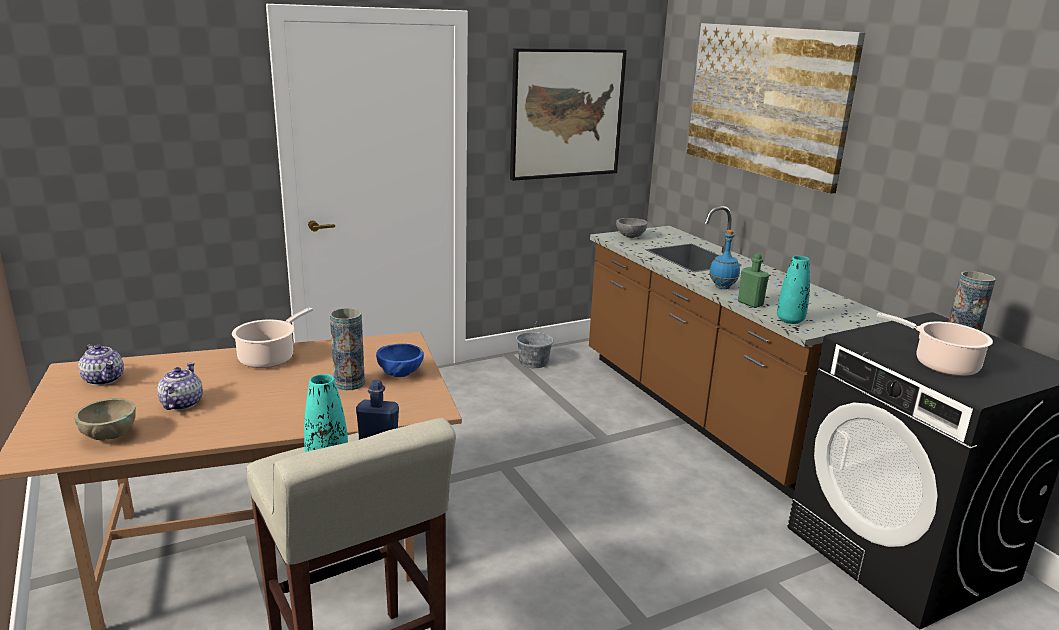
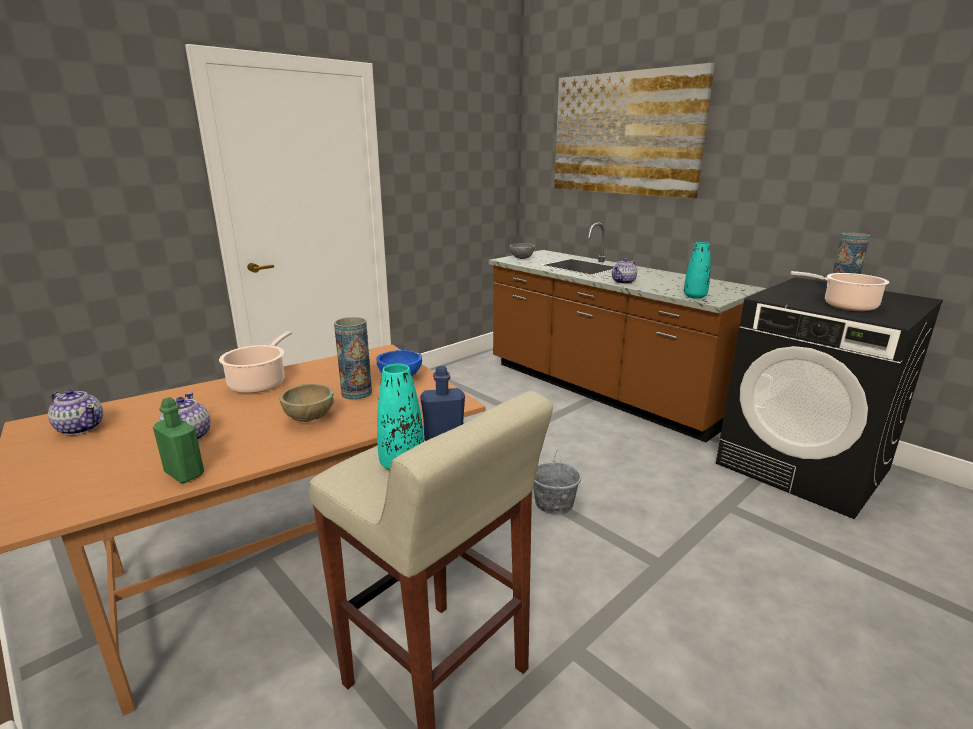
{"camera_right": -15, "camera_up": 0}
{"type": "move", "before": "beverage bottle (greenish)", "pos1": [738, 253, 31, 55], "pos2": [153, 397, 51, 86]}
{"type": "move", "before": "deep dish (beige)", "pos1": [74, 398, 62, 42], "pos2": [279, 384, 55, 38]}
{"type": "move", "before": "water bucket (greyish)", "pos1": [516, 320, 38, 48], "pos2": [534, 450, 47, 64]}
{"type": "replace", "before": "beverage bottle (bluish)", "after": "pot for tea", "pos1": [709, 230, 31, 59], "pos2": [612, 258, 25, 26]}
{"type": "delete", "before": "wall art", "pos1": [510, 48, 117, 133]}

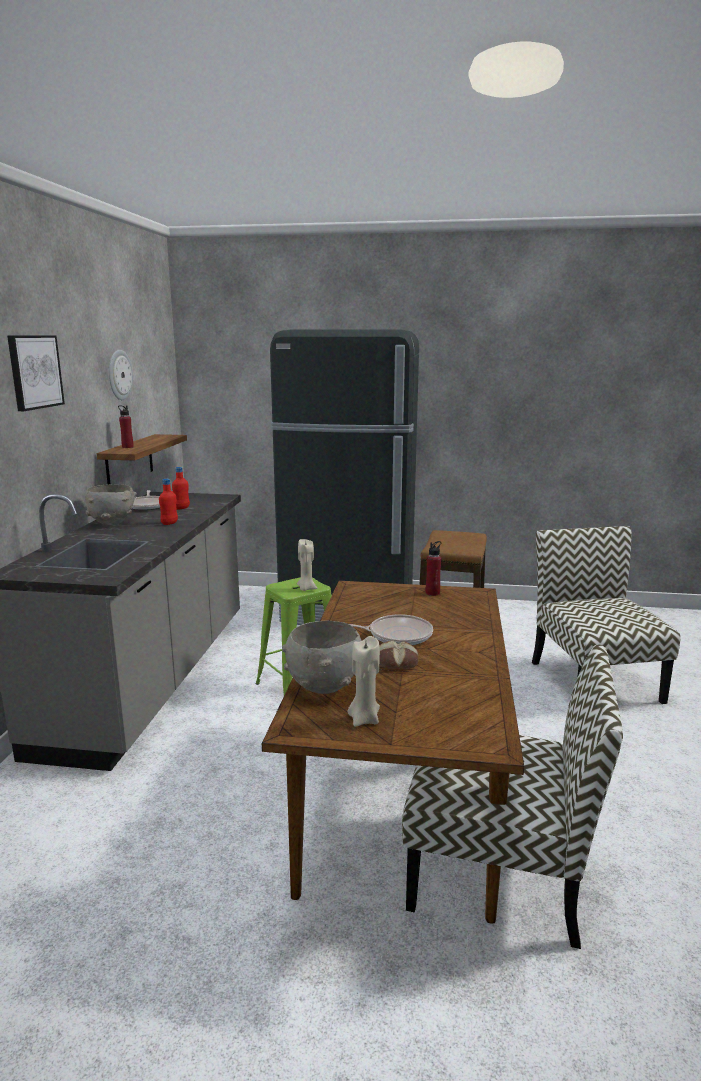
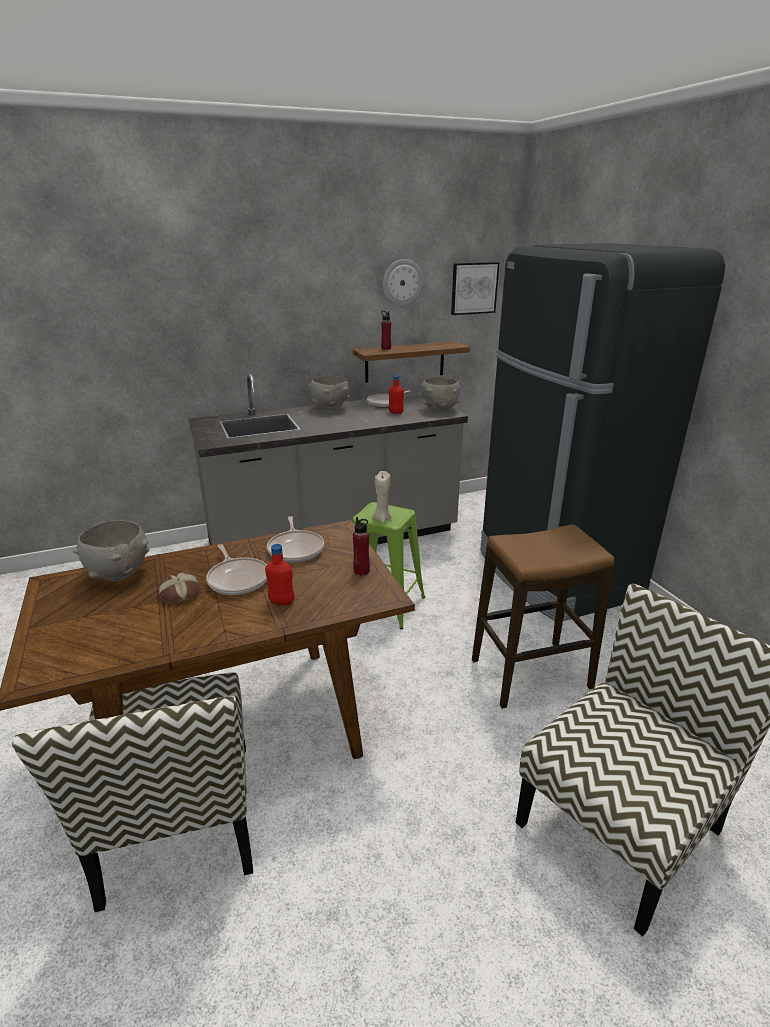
{"camera_right": 60, "camera_up": 10}
{"type": "move", "before": "beverage bottle (red)", "pos1": [159, 479, 19, 46], "pos2": [265, 544, 29, 61]}
{"type": "insert", "after": "pan", "pos2": [267, 516, 57, 47]}
{"type": "insert", "after": "deep dish (greyish)", "pos2": [420, 377, 40, 35]}
{"type": "move", "before": "wall art", "pos1": [7, 335, 58, 76], "pos2": [451, 262, 48, 53]}
{"type": "delete", "before": "wax light (beige)", "pos1": [348, 636, 32, 91]}

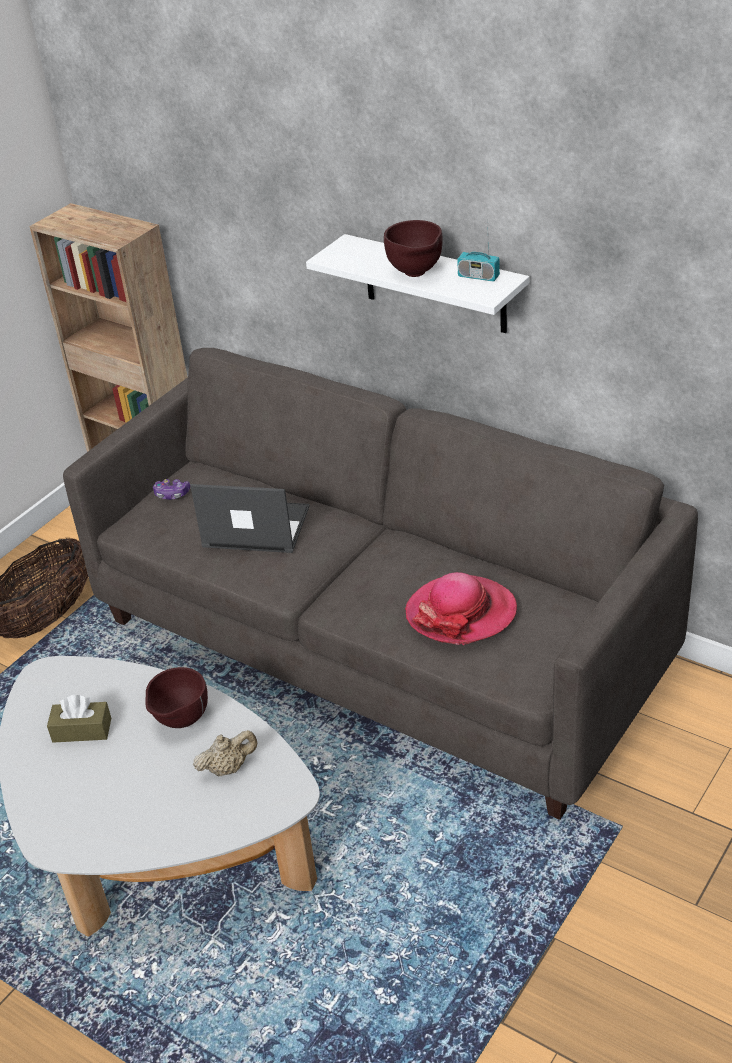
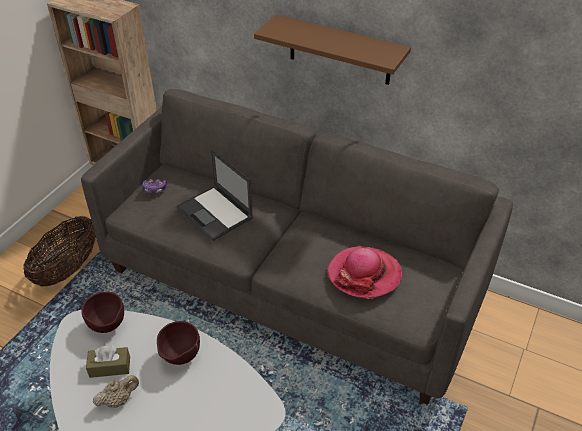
{"camera_right": -10, "camera_up": 5}
{"type": "move", "before": "deep dish (brown)", "pos1": [384, 220, 59, 57], "pos2": [81, 292, 43, 41]}
{"type": "move", "before": "pot for tea (beige)", "pos1": [193, 730, 64, 47], "pos2": [93, 375, 46, 33]}
{"type": "rotate", "before": "notebook computer", "pos1": [190, 484, 120, 69], "pos2": [177, 149, 76, 92], "turn": -135}
{"type": "recolor", "before": "wall shelf (whitish)", "after": "wall shelf (brown)", "pos1": [306, 234, 223, 99], "pos2": [254, 14, 157, 71]}
{"type": "delete", "before": "radio set", "pos1": [457, 219, 43, 62]}

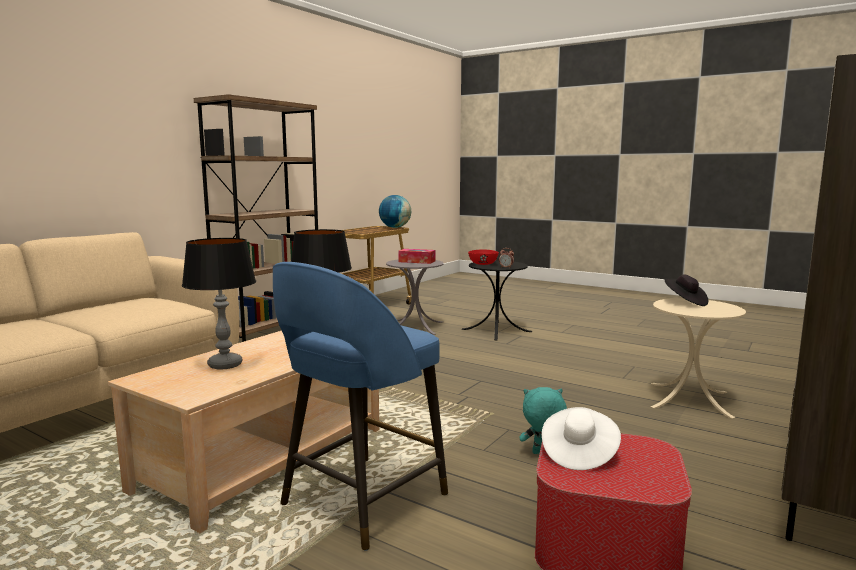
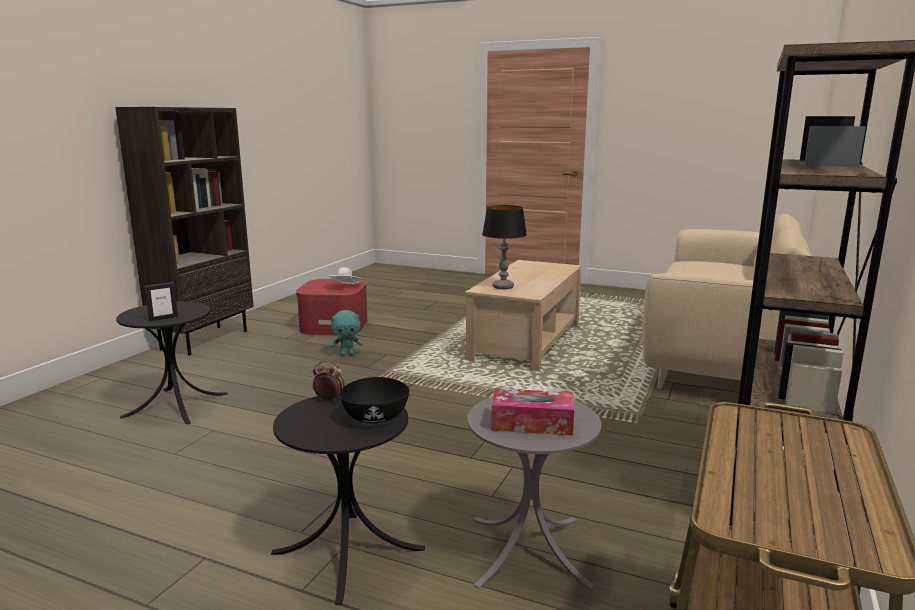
{"camera_right": 170, "camera_up": 5}
{"type": "recolor", "before": "side table (beige)", "after": "side table (black-coloured)", "pos1": [651, 298, 95, 121], "pos2": [116, 301, 112, 123]}
{"type": "replace", "before": "hat (black-coloured)", "after": "photo frame", "pos1": [664, 274, 44, 32], "pos2": [144, 282, 34, 40]}
{"type": "recolor", "before": "deep dish (red)", "after": "deep dish (black-coloured)", "pos1": [468, 249, 31, 16], "pos2": [339, 377, 70, 46]}
{"type": "delete", "before": "lamp for a table", "pos1": [182, 238, 74, 132]}
{"type": "delete", "before": "sitting stool (bluish)", "pos1": [273, 262, 175, 289]}
{"type": "delete", "before": "world globe", "pos1": [379, 195, 32, 33]}

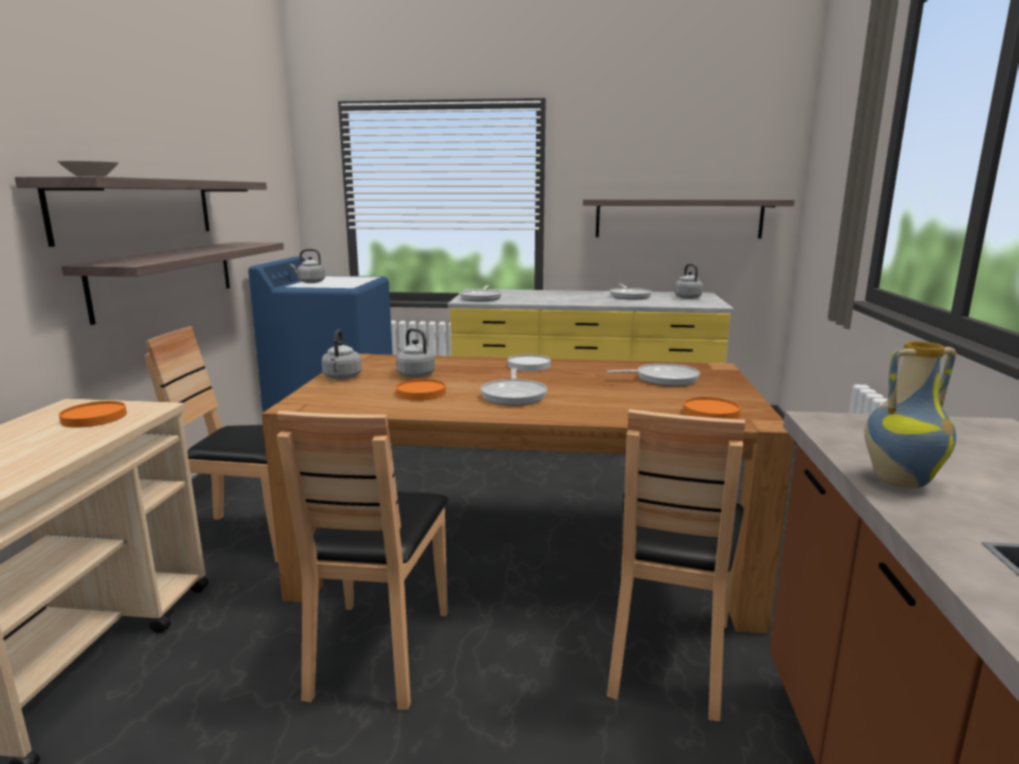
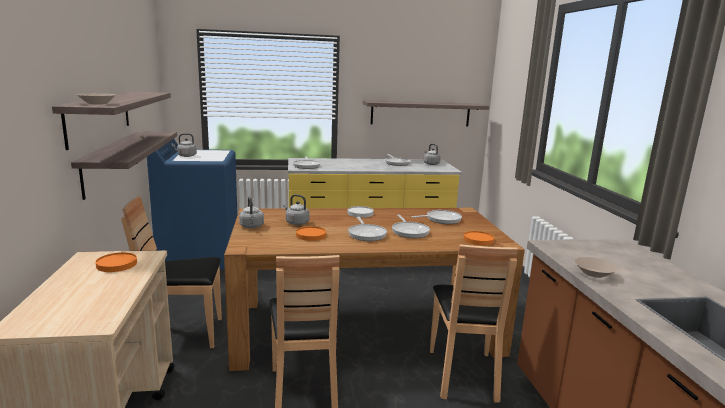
{"camera_right": -15, "camera_up": 0}
{"type": "insert", "after": "pan", "pos2": [392, 215, 38, 23]}
{"type": "replace", "before": "decorative vase", "after": "deep dish (beige)", "pos1": [864, 341, 92, 147], "pos2": [575, 257, 43, 21]}

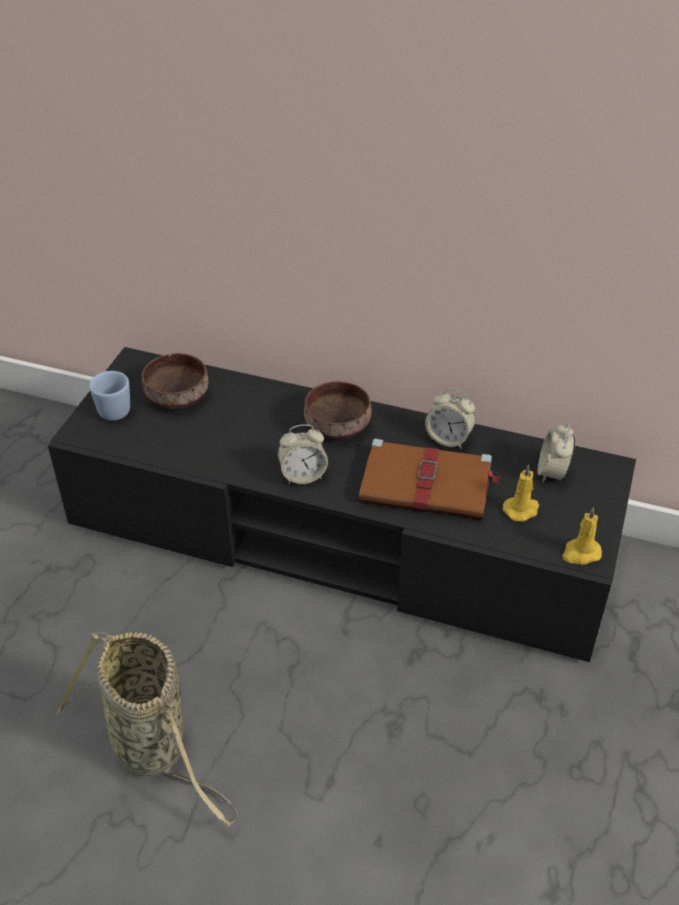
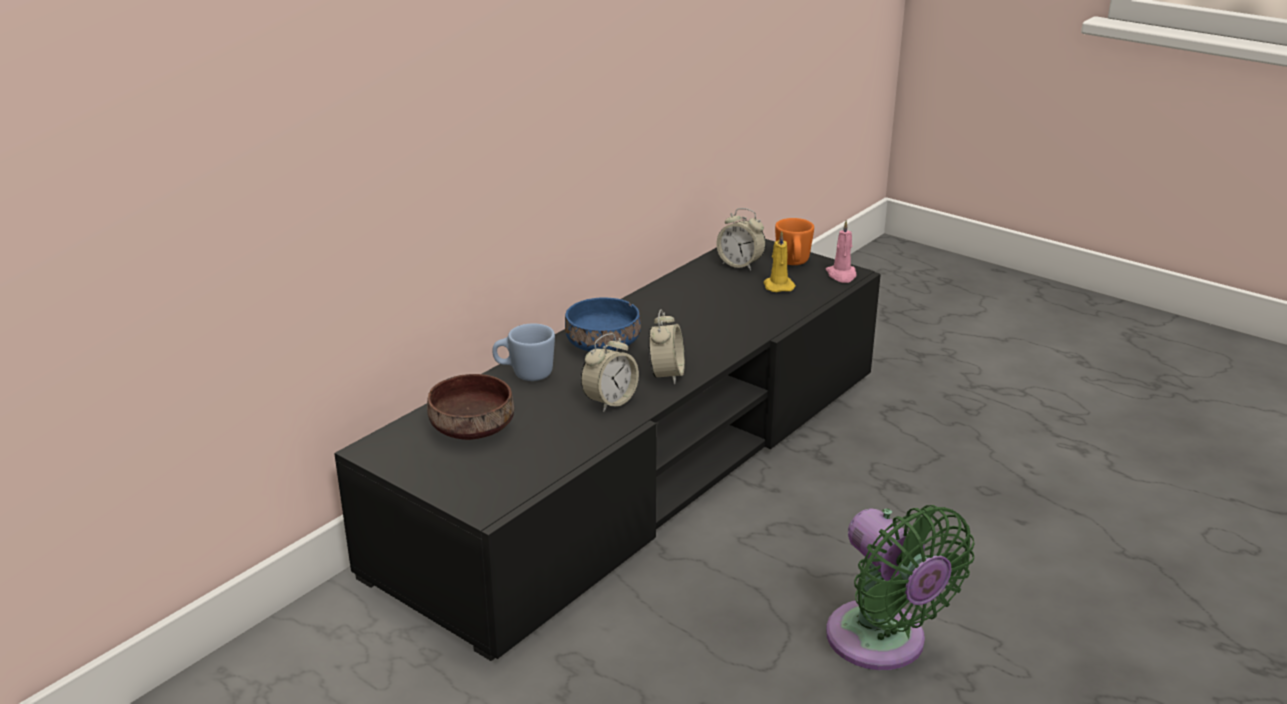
{"camera_right": -70, "camera_up": -15}
{"type": "move", "before": "tea mug (bluish)", "pos1": [89, 371, 41, 50], "pos2": [492, 323, 63, 58]}
{"type": "recolor", "before": "deep dish (brown)", "after": "deep dish (bluish)", "pos1": [304, 381, 68, 58], "pos2": [565, 297, 76, 55]}
{"type": "move", "before": "bedside clock", "pos1": [425, 388, 50, 60], "pos2": [581, 333, 58, 79]}
{"type": "insert", "after": "tea mug (orange-coloured)", "pos2": [775, 218, 39, 47]}
{"type": "recolor", "before": "wax light (yellowish)", "after": "wax light (pink)", "pos1": [562, 507, 40, 58], "pos2": [826, 220, 31, 63]}
{"type": "replace", "before": "household basket", "after": "fan (greenish)", "pos1": [56, 632, 182, 195], "pos2": [826, 505, 149, 165]}
{"type": "delete", "before": "volume (brown)", "pos1": [358, 439, 142, 81]}

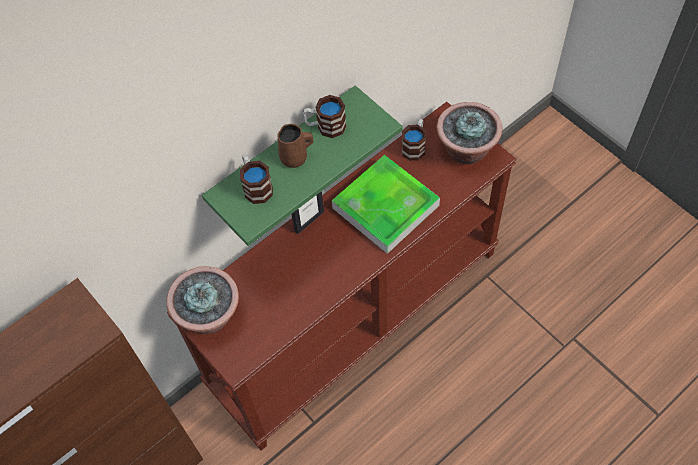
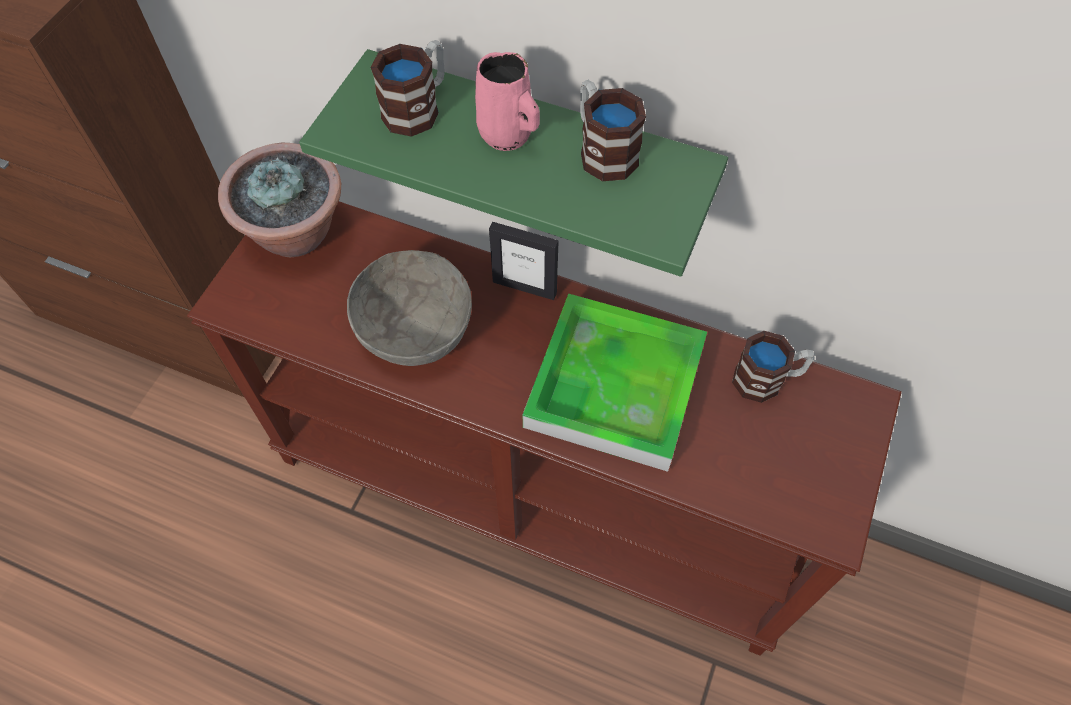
{"camera_right": 60, "camera_up": 0}
{"type": "insert", "after": "deep dish (greyish)", "pos2": [347, 250, 125, 116]}
{"type": "recolor", "before": "tea mug (brown)", "after": "tea mug (pink)", "pos1": [277, 124, 37, 44], "pos2": [475, 52, 65, 99]}
{"type": "delete", "before": "houseplant", "pos1": [437, 102, 65, 62]}

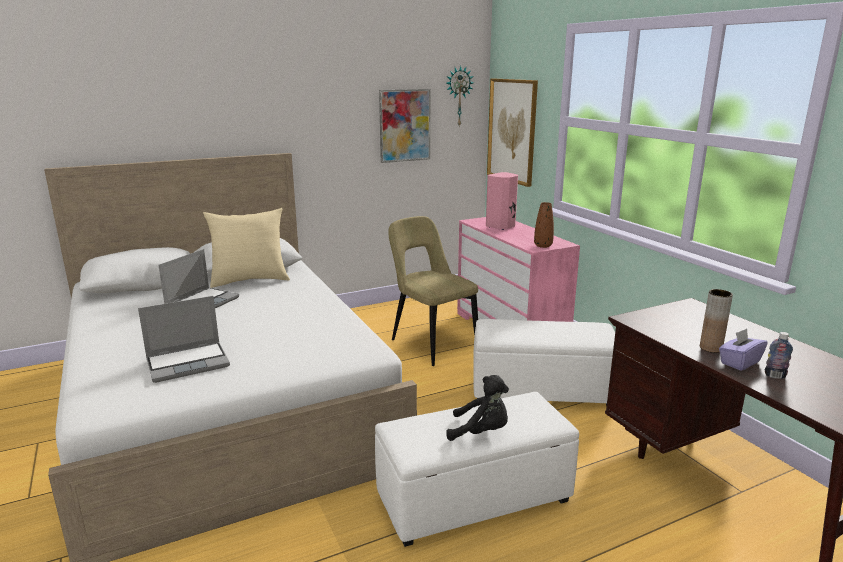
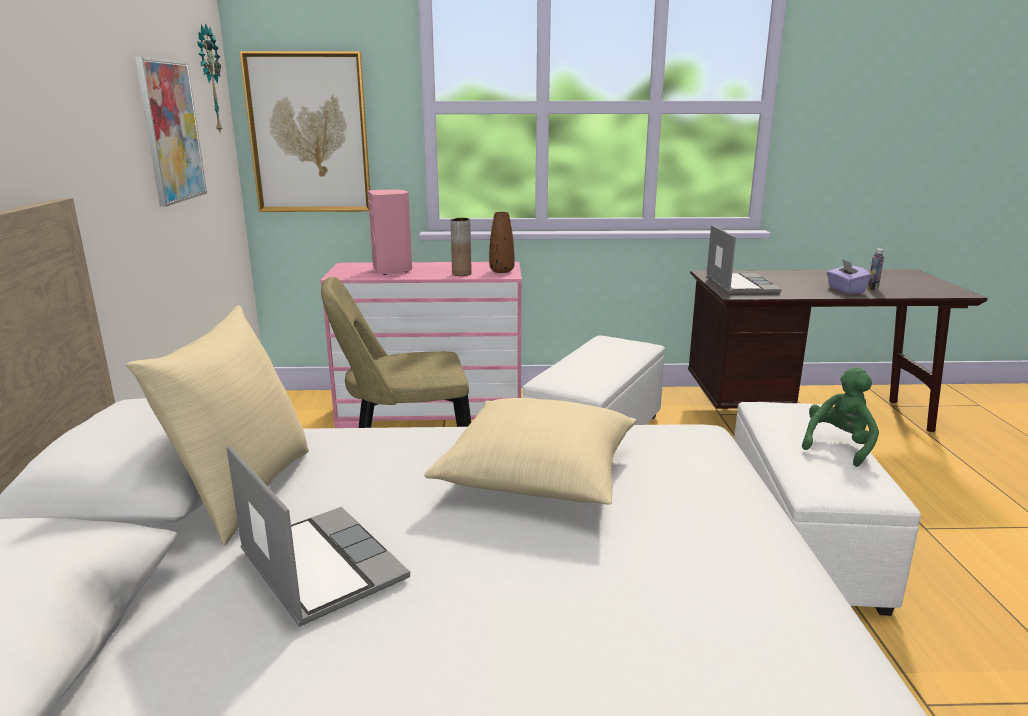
{"camera_right": -65, "camera_up": 0}
{"type": "insert", "after": "pillow (beige)", "pos2": [424, 398, 212, 107]}
{"type": "move", "before": "decorative vase (brown)", "pos1": [700, 289, 33, 64], "pos2": [450, 218, 22, 58]}
{"type": "move", "before": "notebook computer", "pos1": [138, 296, 92, 87], "pos2": [706, 225, 76, 70]}
{"type": "recolor", "before": "soft toy (black-coloured)", "after": "soft toy (greenish)", "pos1": [446, 375, 63, 66], "pos2": [802, 367, 77, 100]}

